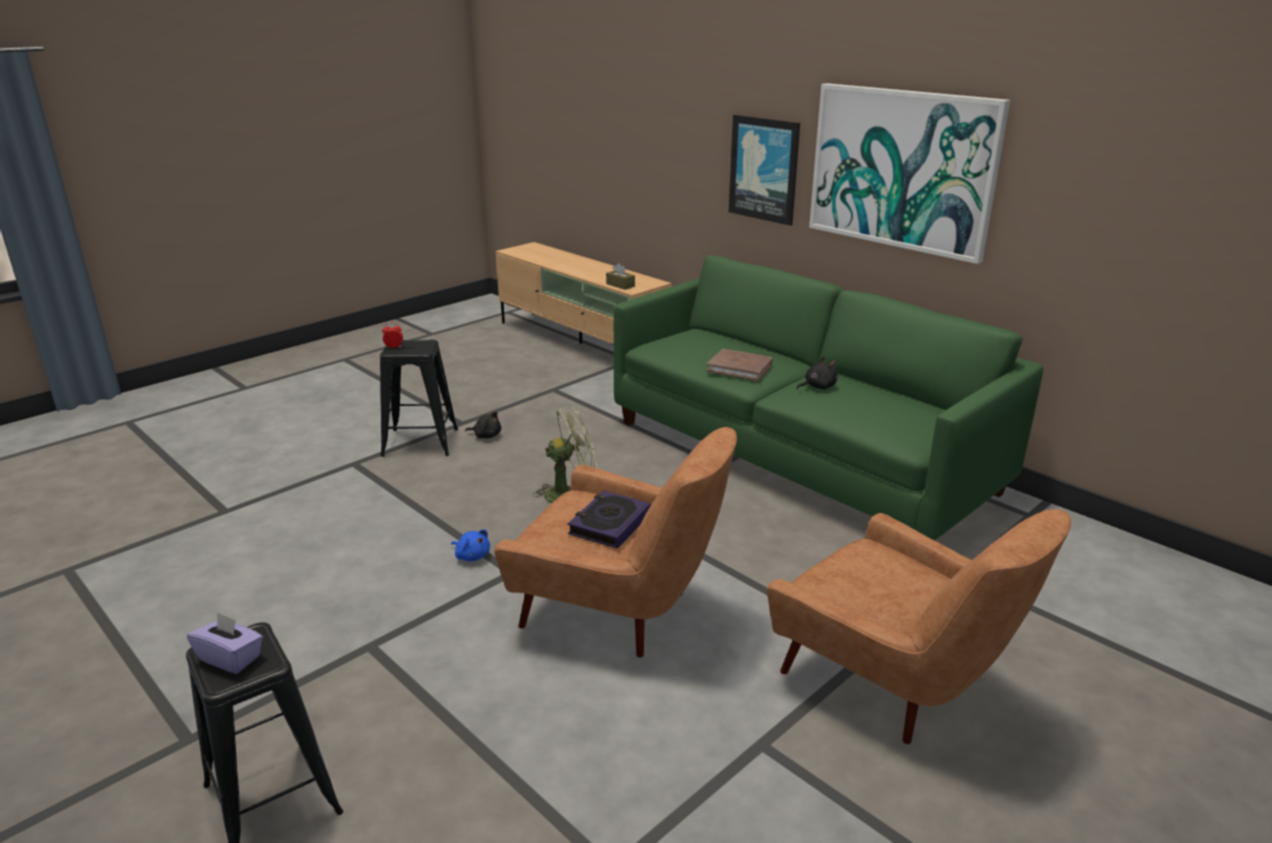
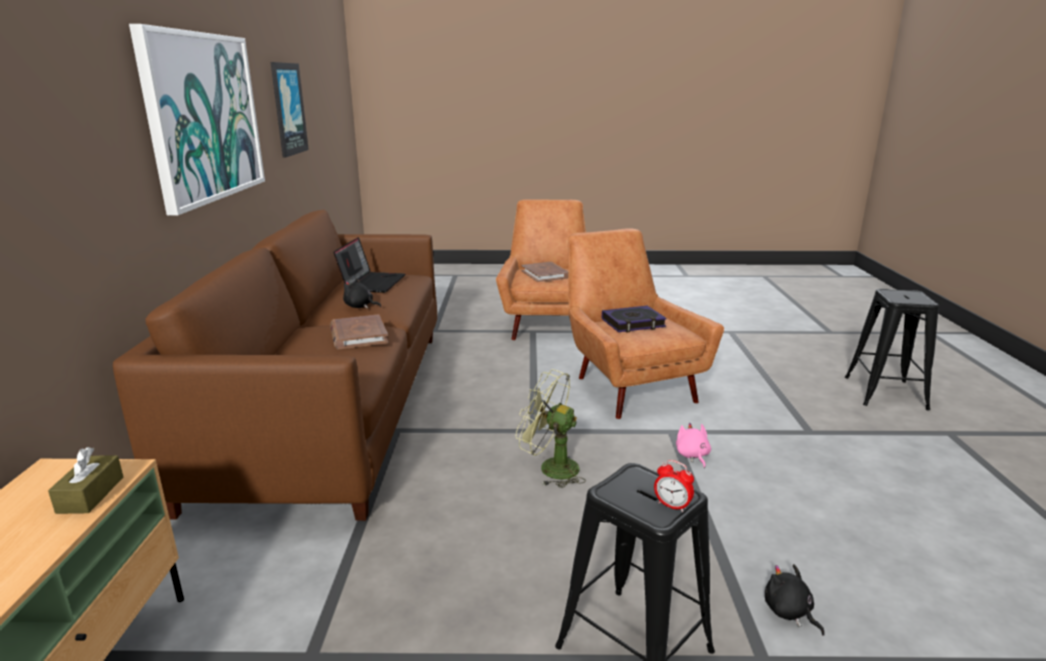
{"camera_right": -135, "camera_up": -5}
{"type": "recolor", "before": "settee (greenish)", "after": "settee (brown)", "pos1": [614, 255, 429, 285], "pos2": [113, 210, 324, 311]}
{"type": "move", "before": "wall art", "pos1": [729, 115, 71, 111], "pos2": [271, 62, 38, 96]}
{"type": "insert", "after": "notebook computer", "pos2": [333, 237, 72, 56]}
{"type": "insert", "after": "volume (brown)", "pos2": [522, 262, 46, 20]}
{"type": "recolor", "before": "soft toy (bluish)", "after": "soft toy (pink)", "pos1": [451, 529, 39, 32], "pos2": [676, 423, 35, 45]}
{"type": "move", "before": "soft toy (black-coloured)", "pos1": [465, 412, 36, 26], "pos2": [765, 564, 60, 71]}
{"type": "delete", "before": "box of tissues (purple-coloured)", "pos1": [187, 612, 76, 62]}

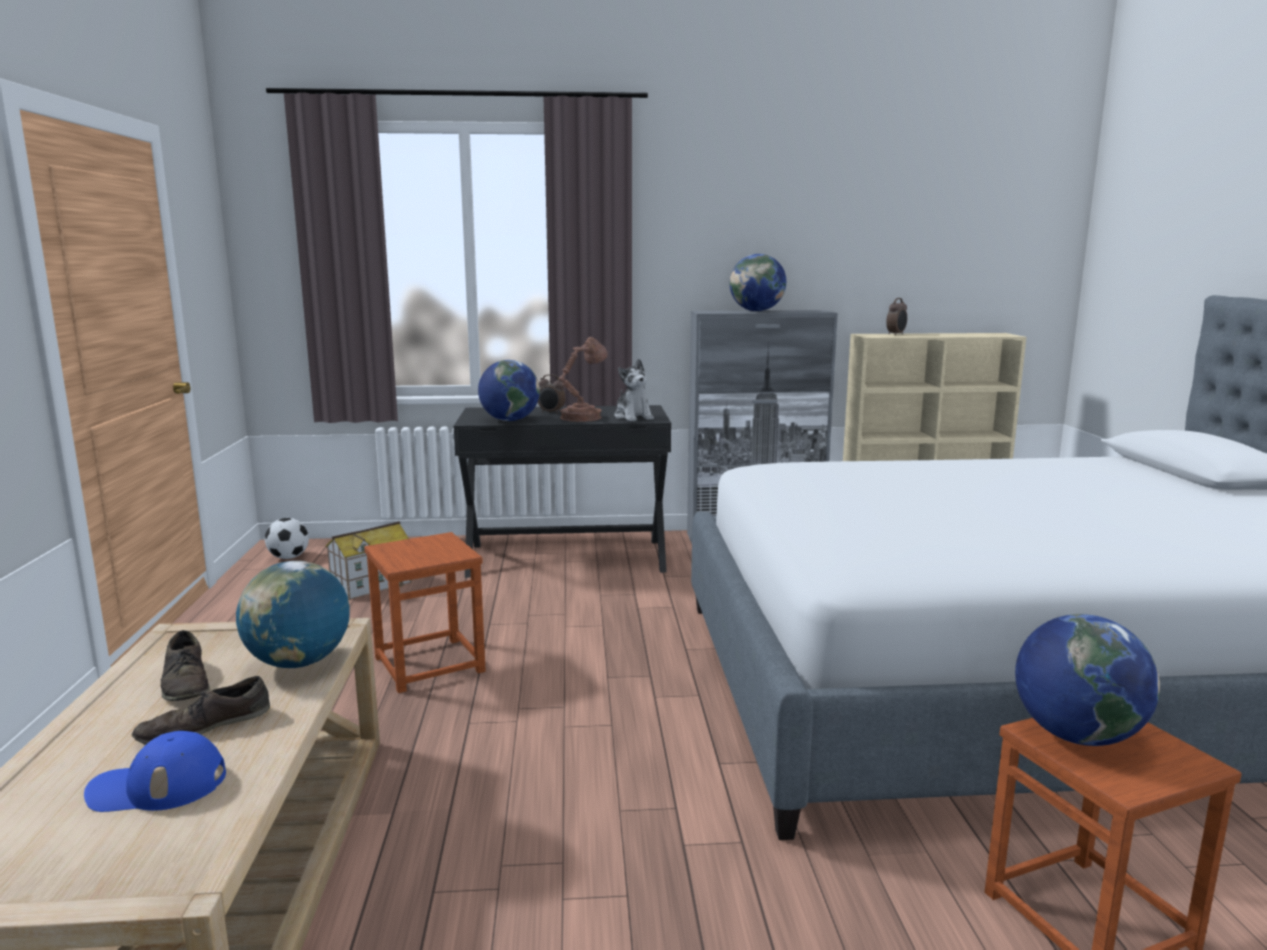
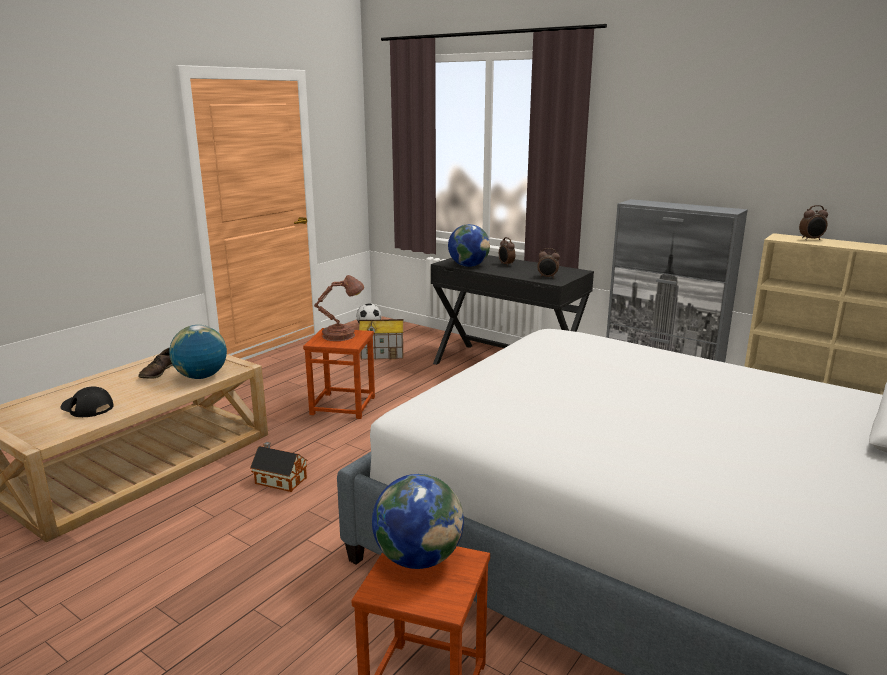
{"camera_right": 40, "camera_up": 5}
{"type": "recolor", "before": "cap (bluish)", "after": "cap (black-coloured)", "pos1": [84, 731, 142, 81], "pos2": [61, 386, 53, 31]}
{"type": "insert", "after": "model house", "pos2": [250, 442, 58, 50]}
{"type": "move", "before": "lamp for a table (brown)", "pos1": [559, 337, 49, 85], "pos2": [314, 275, 50, 66]}
{"type": "replace", "before": "soft toy", "after": "bedside clock", "pos1": [614, 359, 40, 63], "pos2": [537, 248, 23, 31]}
{"type": "delete", "before": "low shoe (brown)", "pos1": [132, 676, 138, 69]}
{"type": "delete", "before": "world globe", "pos1": [730, 254, 56, 57]}

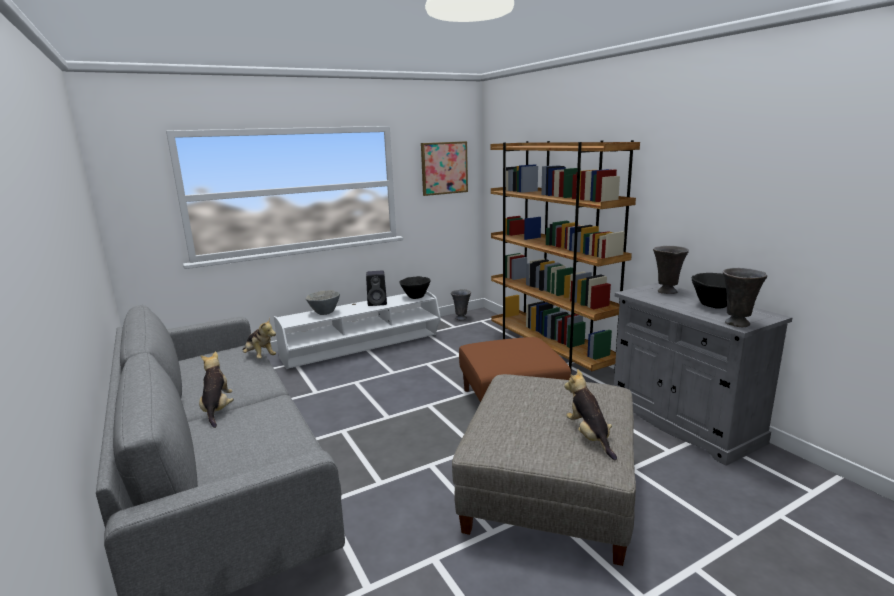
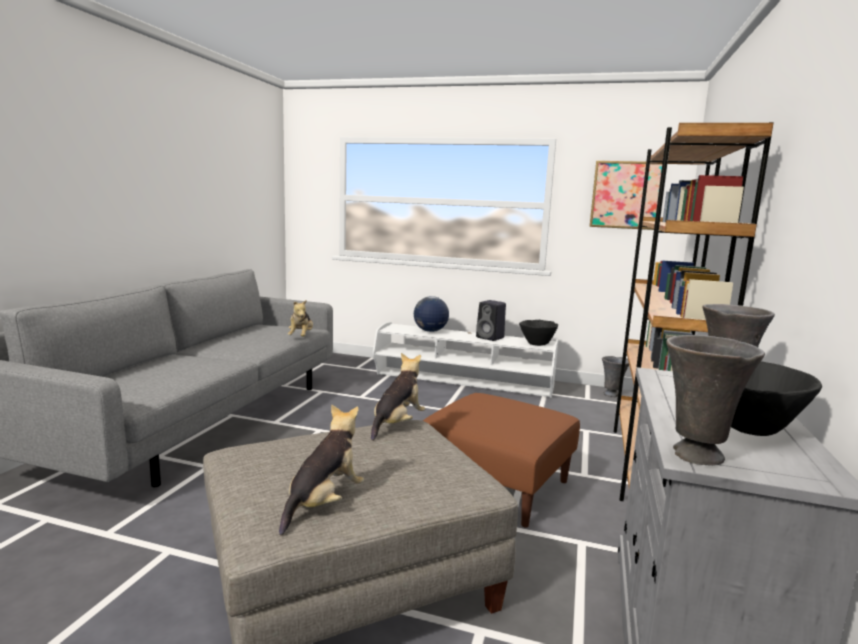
{"camera_right": 45, "camera_up": -5}
{"type": "move", "before": "soft toy", "pos1": [199, 351, 35, 77], "pos2": [371, 353, 54, 88]}
{"type": "replace", "before": "deep dish (greyish)", "after": "world globe", "pos1": [305, 290, 35, 25], "pos2": [414, 296, 35, 36]}

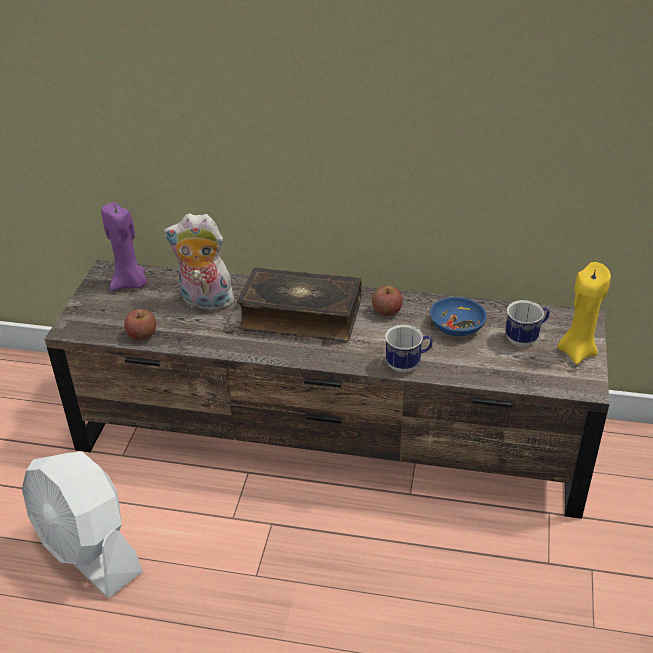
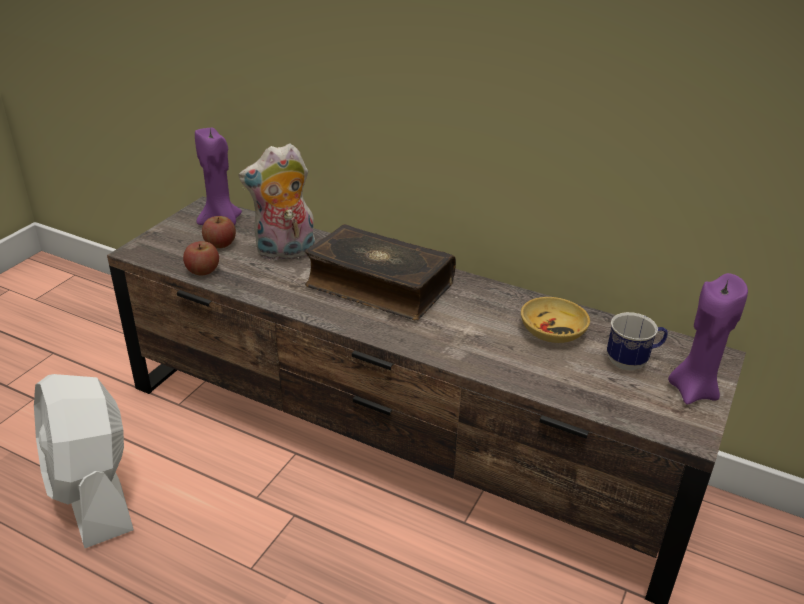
{"camera_right": 15, "camera_up": -5}
{"type": "move", "before": "apple fruit", "pos1": [372, 286, 31, 30], "pos2": [202, 216, 34, 32]}
{"type": "rotate", "before": "soft toy", "pos1": [163, 213, 71, 98], "pos2": [239, 143, 76, 118], "turn": -45}
{"type": "recolor", "before": "deep dish (bluish)", "after": "deep dish (beige)", "pos1": [430, 297, 57, 39], "pos2": [521, 297, 69, 46]}
{"type": "recolor", "before": "wax light (yellowish)", "after": "wax light (purple-coloured)", "pos1": [558, 262, 53, 102], "pos2": [668, 273, 80, 132]}
{"type": "delete", "before": "tea mug", "pos1": [385, 325, 48, 47]}

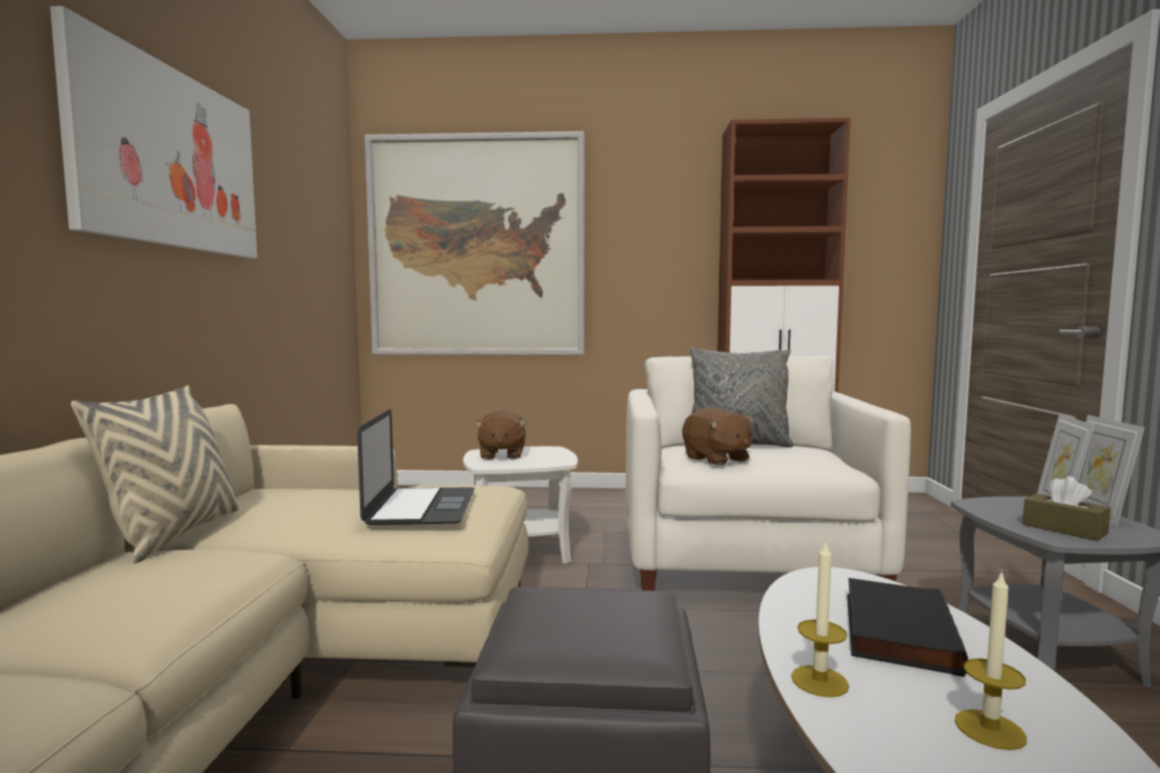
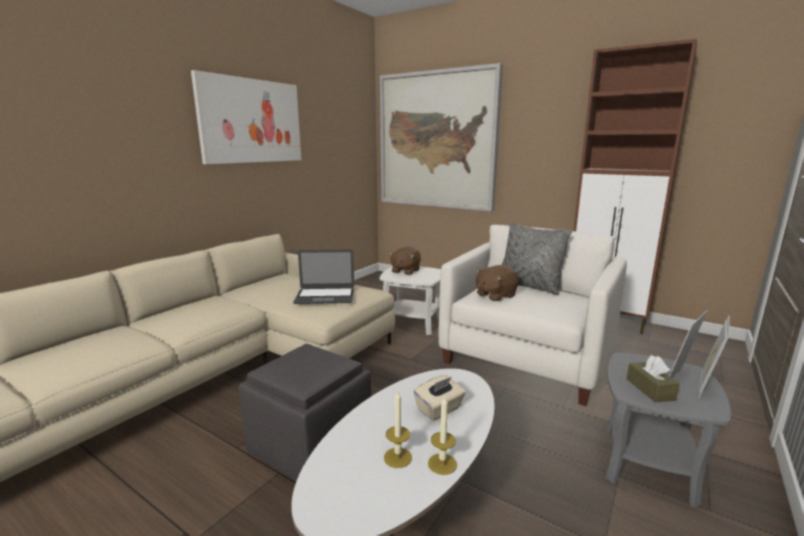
{"camera_right": 30, "camera_up": 10}
{"type": "rotate", "before": "notebook computer", "pos1": [357, 409, 118, 116], "pos2": [293, 250, 61, 54], "turn": 60}
{"type": "replace", "before": "volume (black-coloured)", "after": "box of tissues (beige)", "pos1": [847, 578, 121, 99], "pos2": [414, 375, 52, 46]}
{"type": "move", "before": "wax light", "pos1": [791, 540, 58, 157], "pos2": [428, 395, 29, 80]}
{"type": "rotate", "before": "soft toy (brown)", "pos1": [682, 407, 72, 59], "pos2": [476, 265, 43, 36], "turn": 60}
{"type": "delete", "before": "pillow (beige)", "pos1": [71, 385, 168, 178]}

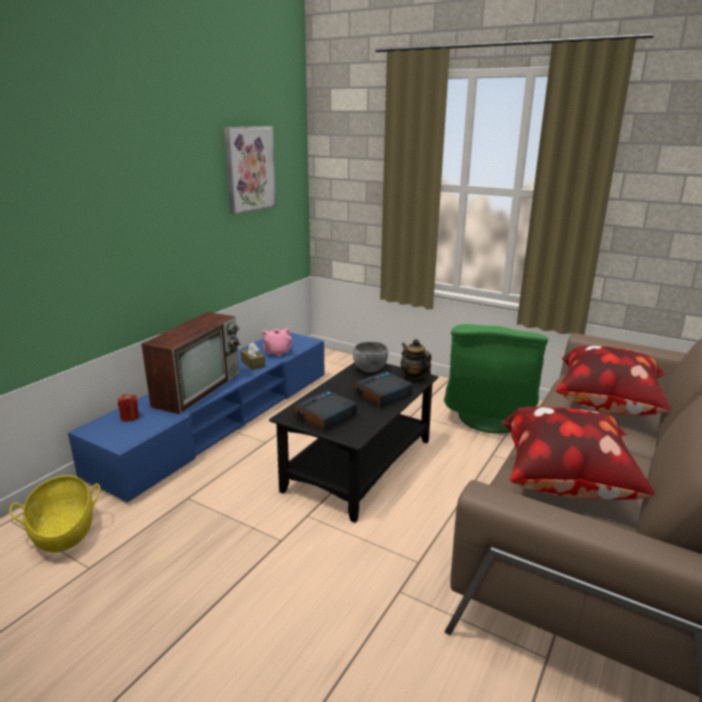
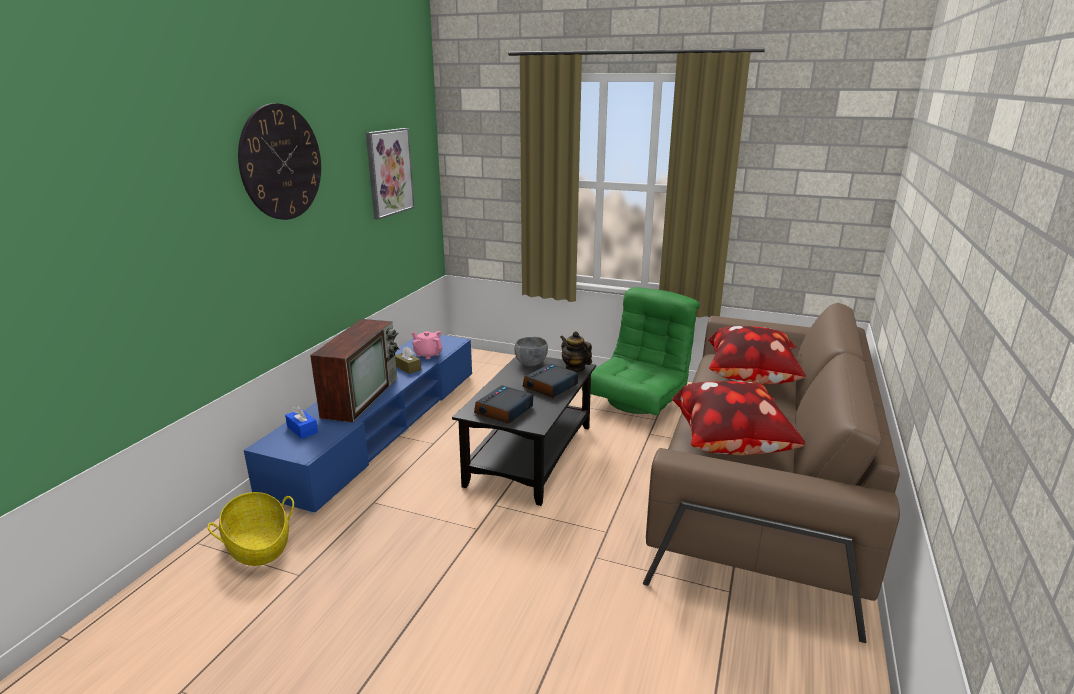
{"camera_right": -10, "camera_up": 0}
{"type": "insert", "after": "wall clock", "pos2": [238, 103, 83, 117]}
{"type": "replace", "before": "wax light (red)", "after": "box of tissues (bluish)", "pos1": [118, 394, 21, 28], "pos2": [285, 405, 33, 34]}
{"type": "rotate", "before": "pot for tea (pink)", "pos1": [262, 328, 30, 29], "pos2": [412, 331, 30, 28], "turn": 105}
{"type": "rotate", "before": "easy chair (greenish)", "pos1": [444, 324, 104, 110], "pos2": [582, 287, 118, 128], "turn": -150}

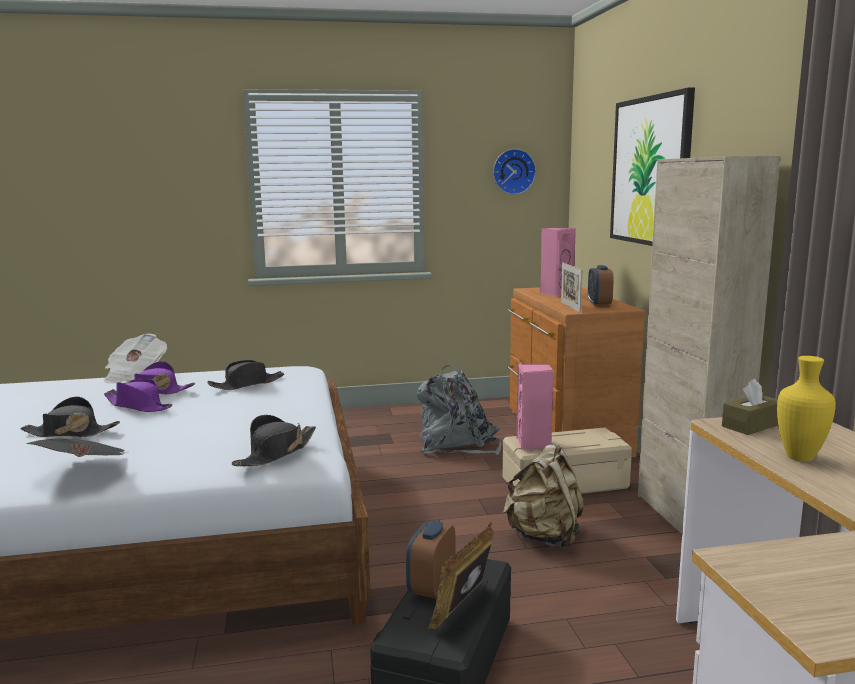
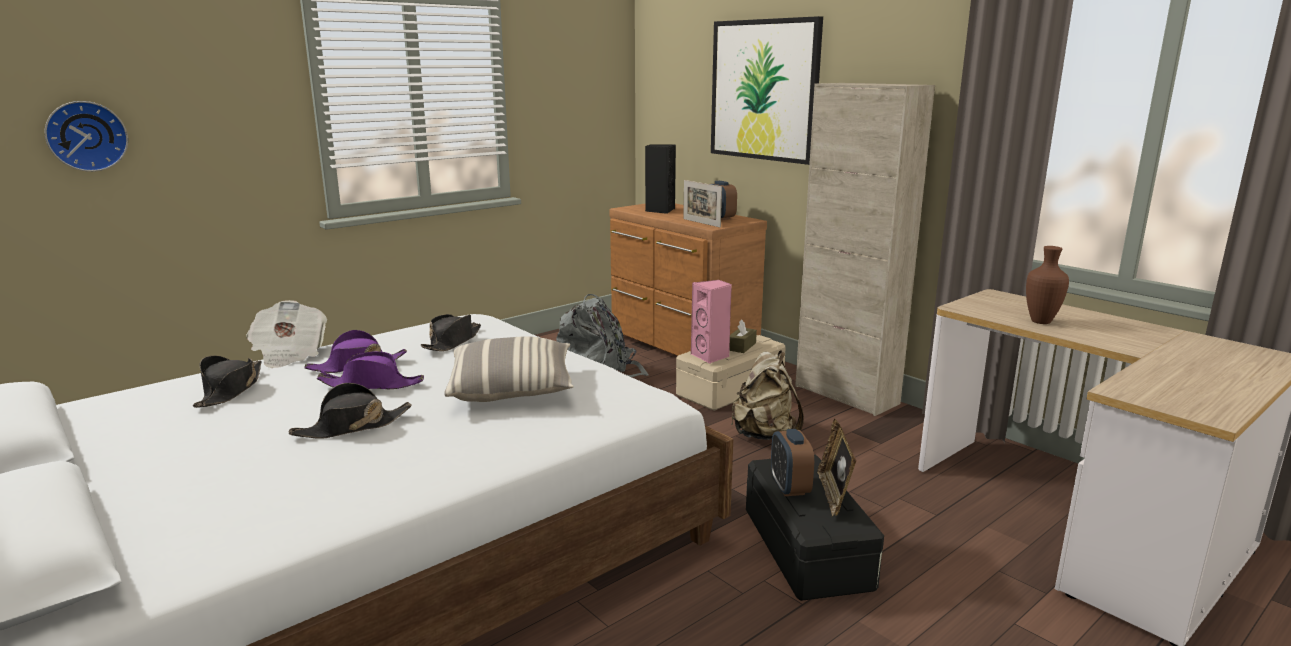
{"camera_right": -30, "camera_up": 5}
{"type": "move", "before": "wall clock", "pos1": [493, 149, 43, 46], "pos2": [45, 101, 83, 71]}
{"type": "move", "before": "hat (black-coloured)", "pos1": [232, 415, 84, 51], "pos2": [193, 355, 68, 53]}
{"type": "insert", "after": "pillow", "pos2": [444, 336, 130, 66]}
{"type": "recolor", "before": "audio speaker (pink)", "after": "audio speaker (black-coloured)", "pos1": [540, 227, 36, 69], "pos2": [645, 144, 31, 70]}
{"type": "move", "before": "box of tissues (brown)", "pos1": [722, 379, 56, 56], "pos2": [729, 320, 28, 33]}
{"type": "recolor", "before": "decorative vase (yellowish)", "after": "decorative vase (brown)", "pos1": [777, 356, 59, 106], "pos2": [1026, 246, 43, 78]}
{"type": "delete", "before": "printed paper", "pos1": [26, 438, 101, 19]}

